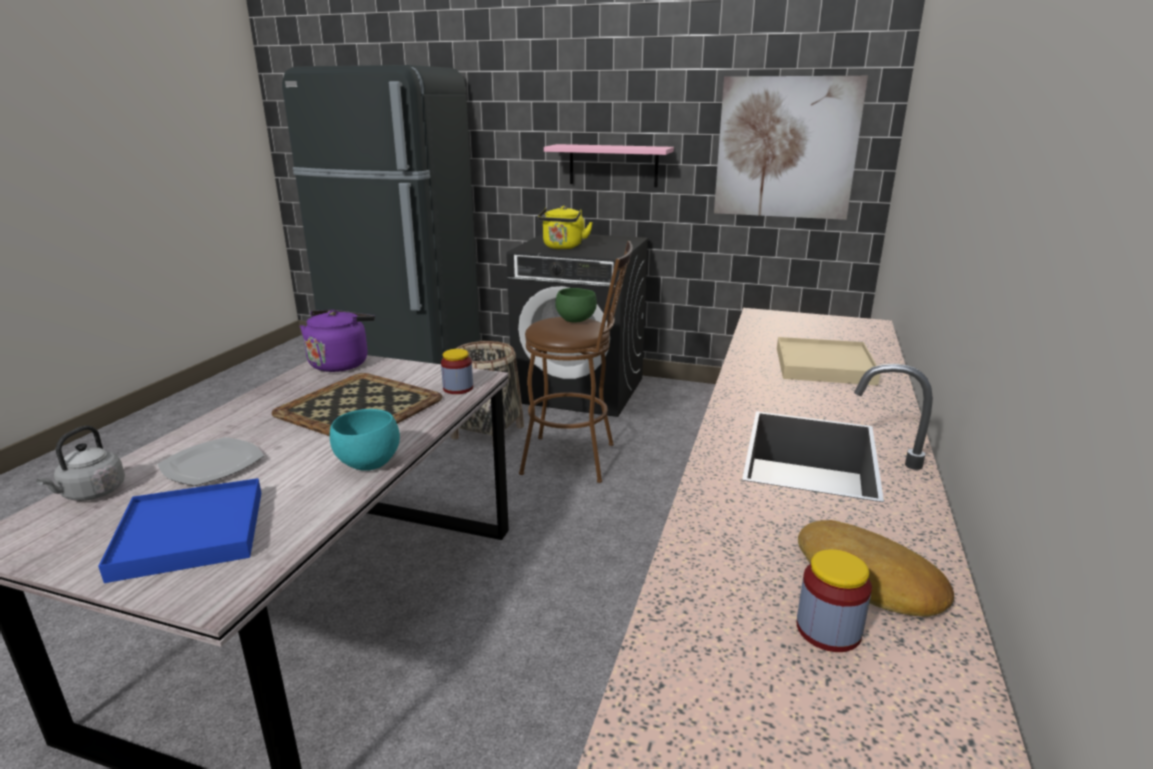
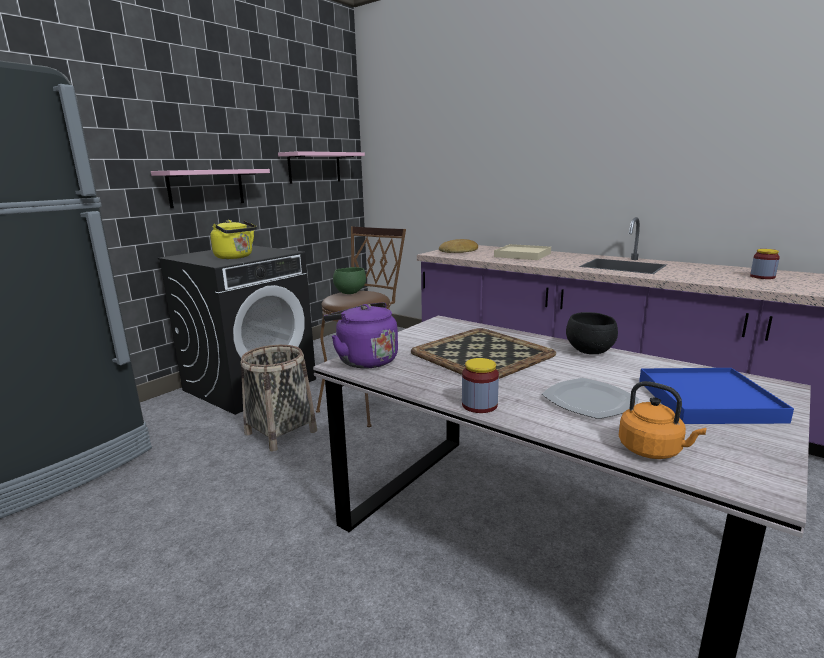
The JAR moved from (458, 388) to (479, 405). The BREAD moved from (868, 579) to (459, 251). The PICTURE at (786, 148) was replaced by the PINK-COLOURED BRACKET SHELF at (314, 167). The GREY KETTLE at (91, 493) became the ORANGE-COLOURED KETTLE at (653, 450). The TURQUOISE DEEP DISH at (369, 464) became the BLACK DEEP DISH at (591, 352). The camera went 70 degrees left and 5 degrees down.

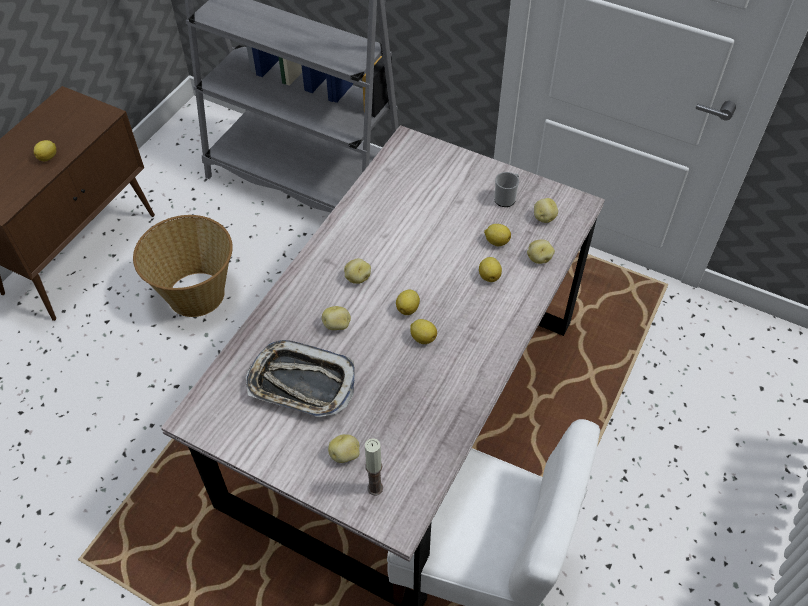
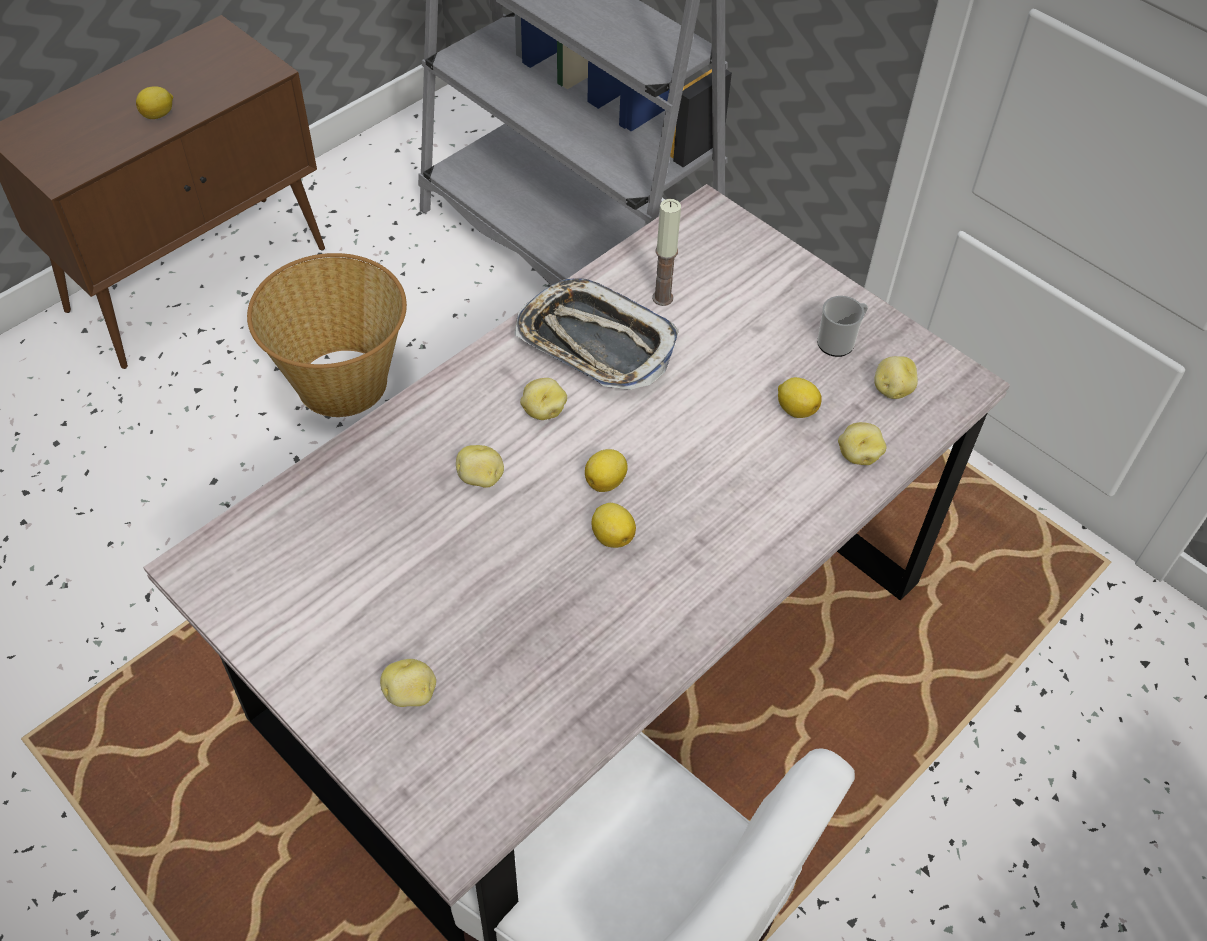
The WHOLE LEMON at (489, 276) disappeared. The TRAY moved from (301, 383) to (595, 343). The CANDLE moved from (375, 488) to (662, 298). The camera went 15 degrees right and 0 degrees up.

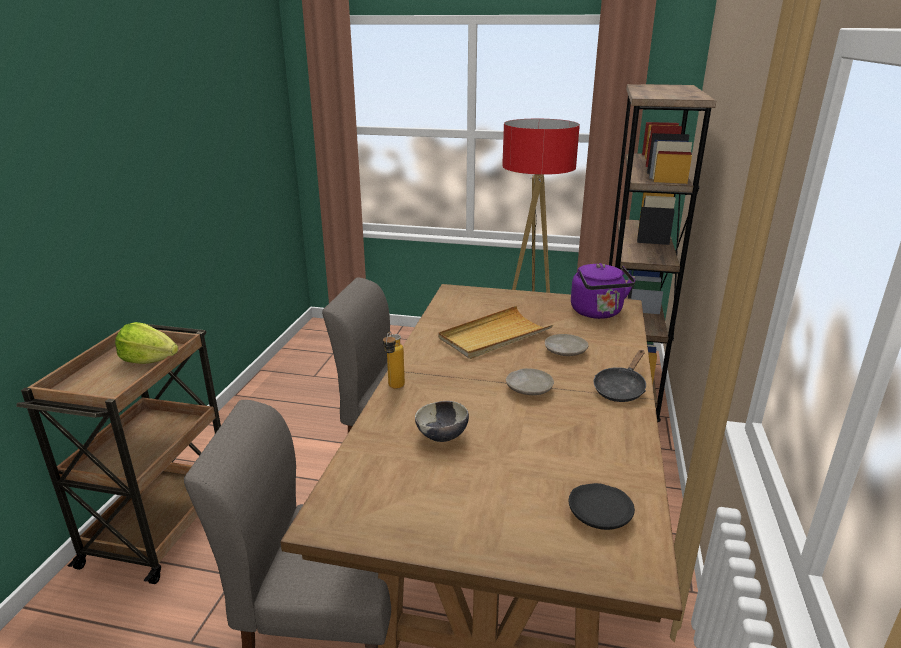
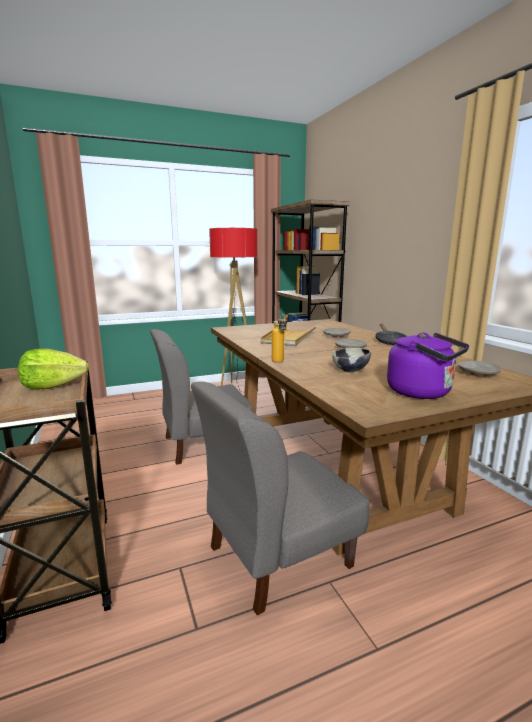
The PURPLE-COLOURED KETTLE moved from (598, 313) to (423, 393). The BLACK DINNER PLATE at (600, 514) became the BEIGE-COLOURED DINNER PLATE at (478, 373). The camera went 35 degrees left and 10 degrees down.

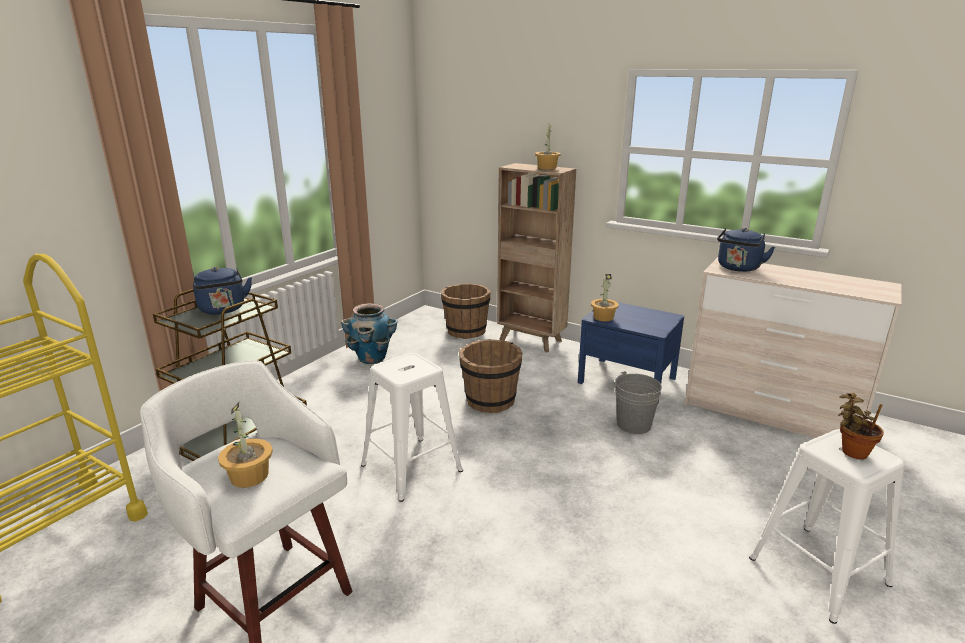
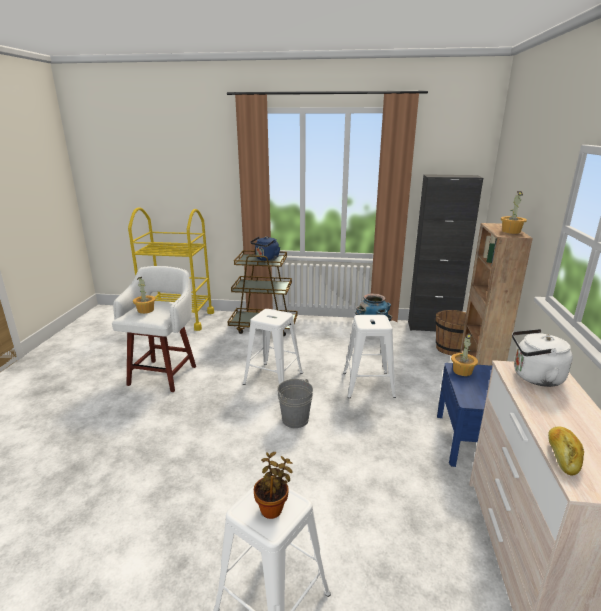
The BLACK STORAGE CABINET at (432, 327) appeared. The BREAD at (563, 456) appeared. The GREY PAIL moved from (633, 424) to (295, 419). The BROWN-COLOURED PAIL at (490, 401) was replaced by the WHITISH SITTING STOOL at (367, 384). The BLUE-COLOURED KETTLE at (738, 268) became the WHITISH KETTLE at (534, 377). The camera went 65 degrees right and 0 degrees up.

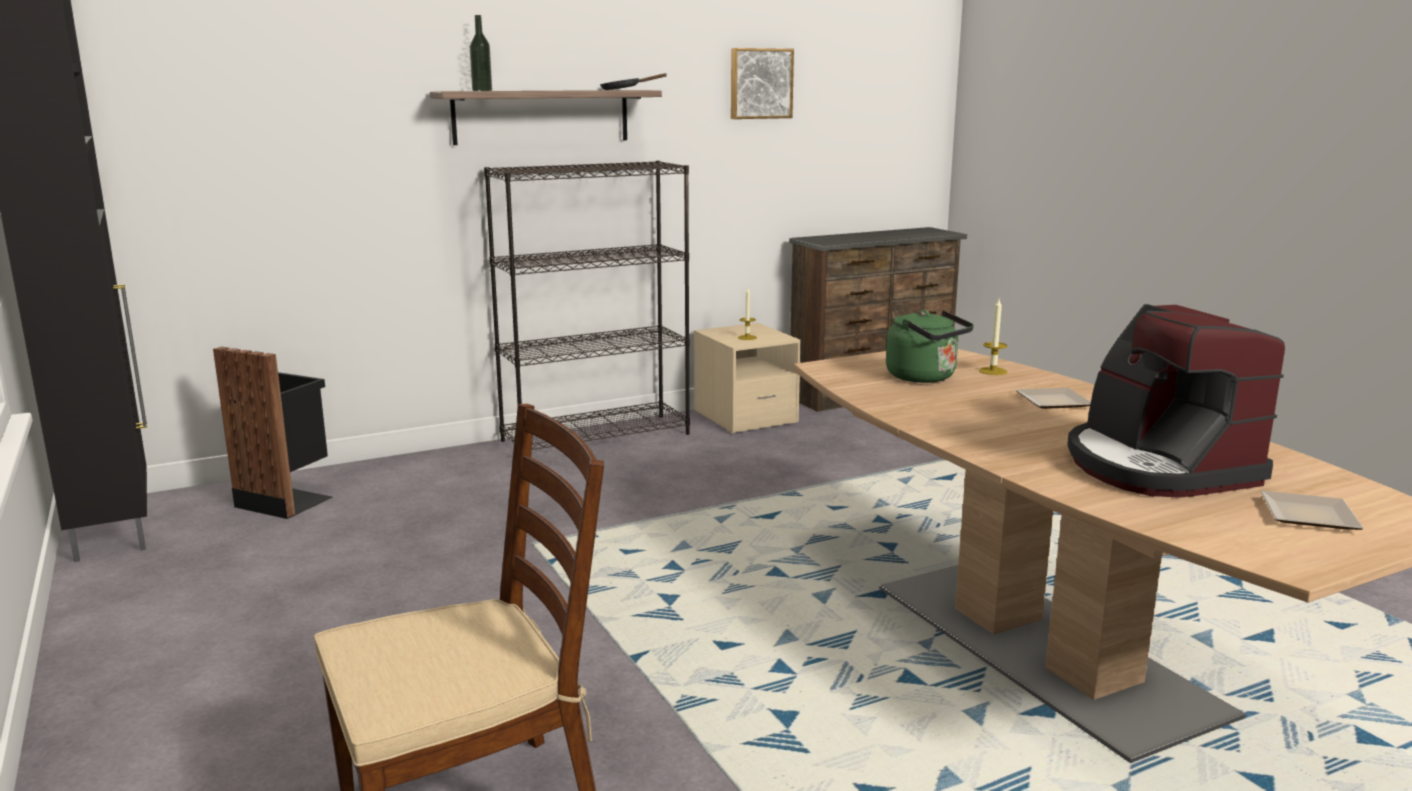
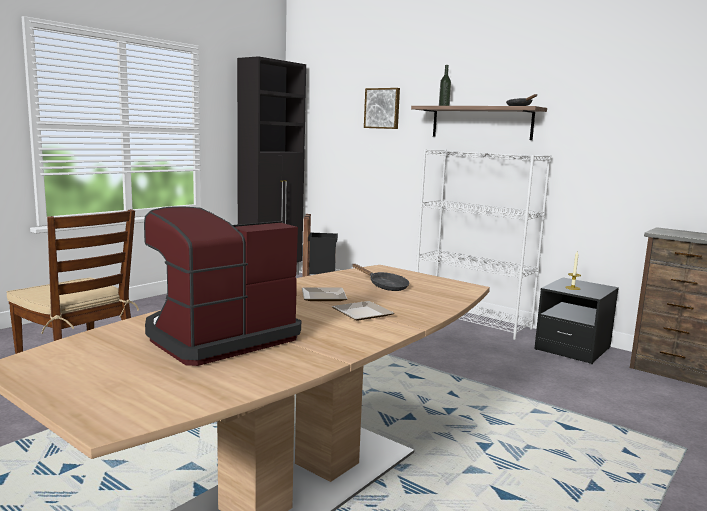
The CANDLE at (993, 371) disappeared. The PICTURE moved from (760, 83) to (382, 108). The DINNER PLATE moved from (1306, 516) to (322, 296). The GREEN-COLOURED KETTLE at (925, 377) was replaced by the BLACK PAN at (385, 286). The BLACK BOOKSHELF at (597, 437) became the WHITISH BOOKSHELF at (472, 321). The BEIGE-COLOURED BEDSIDE TABLE at (745, 417) became the BLACK BEDSIDE TABLE at (572, 349). The camera went 65 degrees right and 5 degrees down.

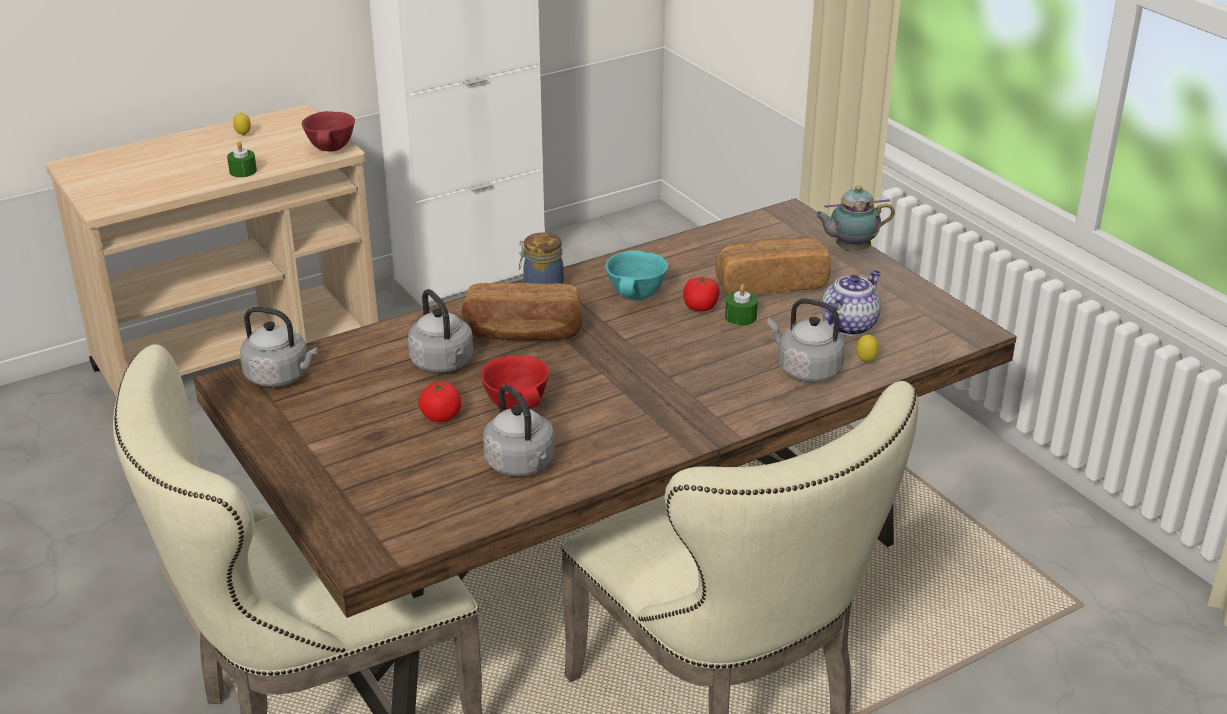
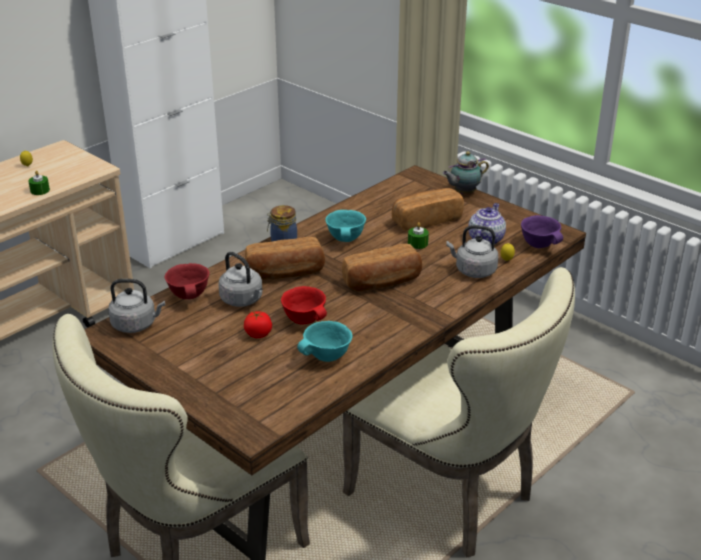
The FRESH TOMATO at (700, 307) disappeared. The BREAD at (382, 282) appeared. The PURPLE-COLOURED DEEP DISH at (540, 245) appeared. The RED-COLOURED DEEP DISH moved from (331, 149) to (190, 296). The GREY KETTLE at (522, 465) was replaced by the TURQUOISE DEEP DISH at (327, 357). The camera went 15 degrees left and 0 degrees up.

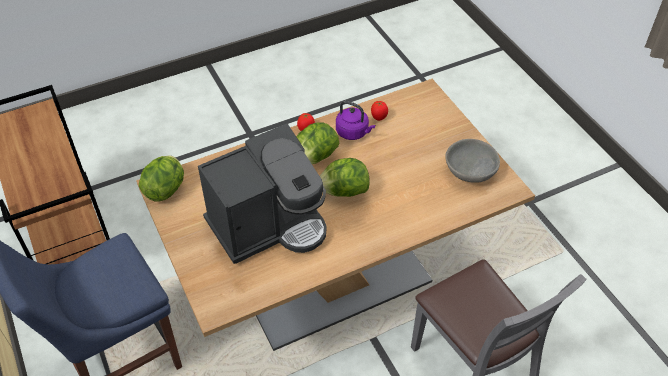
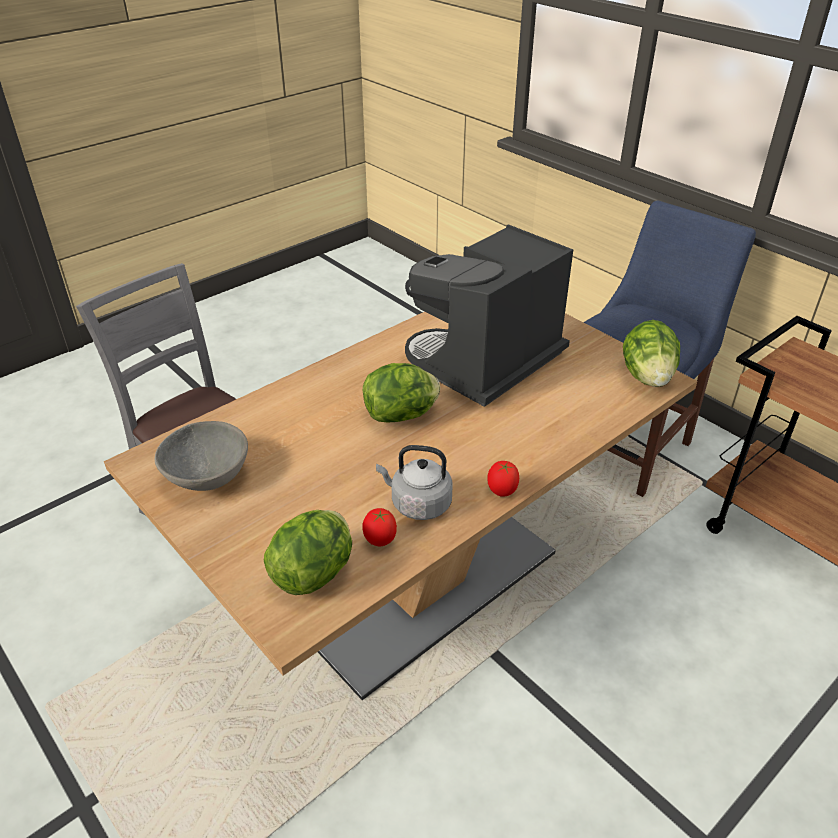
The LETTUCE moved from (315, 157) to (314, 572). The PURPLE-COLOURED KETTLE at (353, 132) became the GREY KETTLE at (418, 504). The camera went 165 degrees right and 10 degrees down.

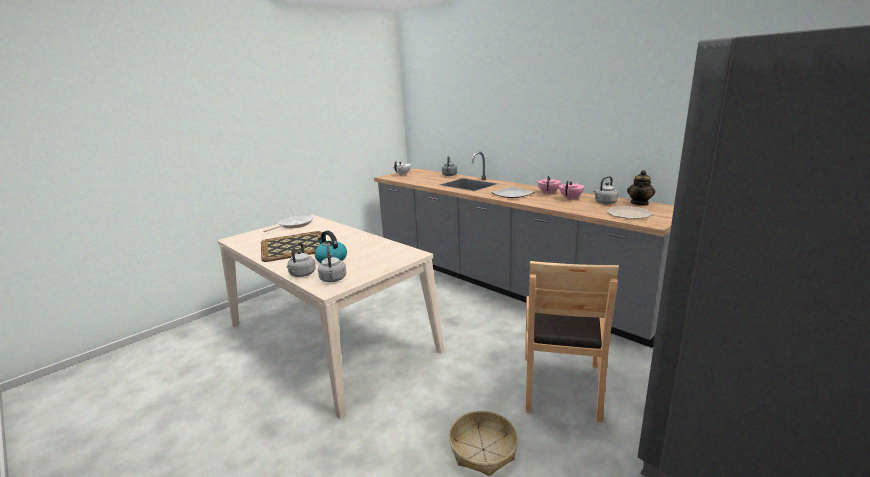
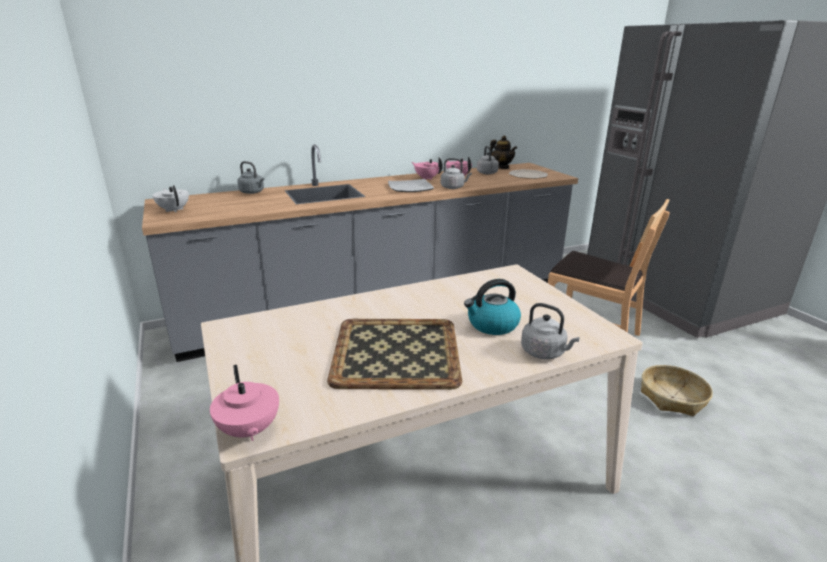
The PAN at (294, 225) disappeared. The PINK-COLOURED TEAPOT at (248, 431) appeared. The GREY KETTLE moved from (333, 280) to (453, 187). The camera went 70 degrees left and 5 degrees up.

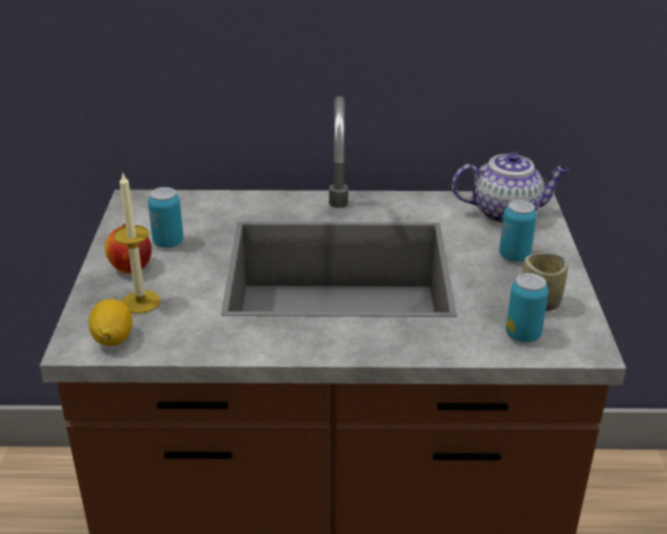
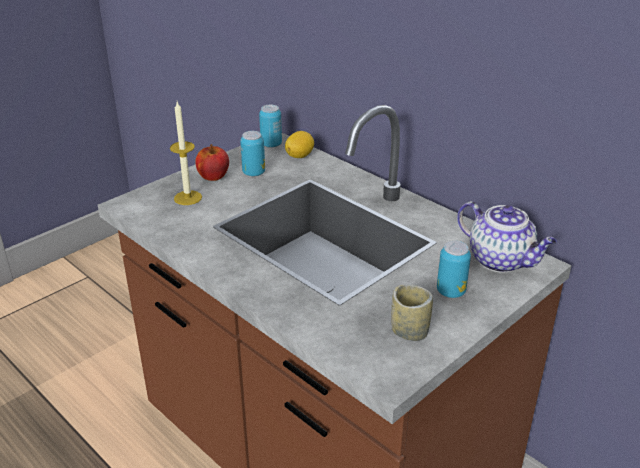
The WHOLE LEMON moved from (113, 338) to (299, 155). The METAL CAN moved from (523, 335) to (271, 144). The camera went 45 degrees right and 0 degrees up.

